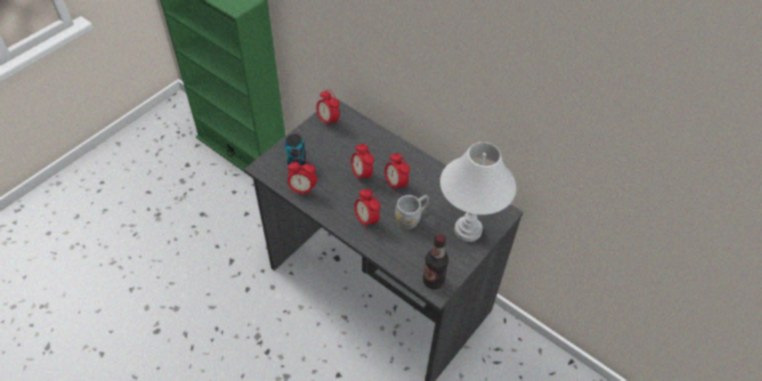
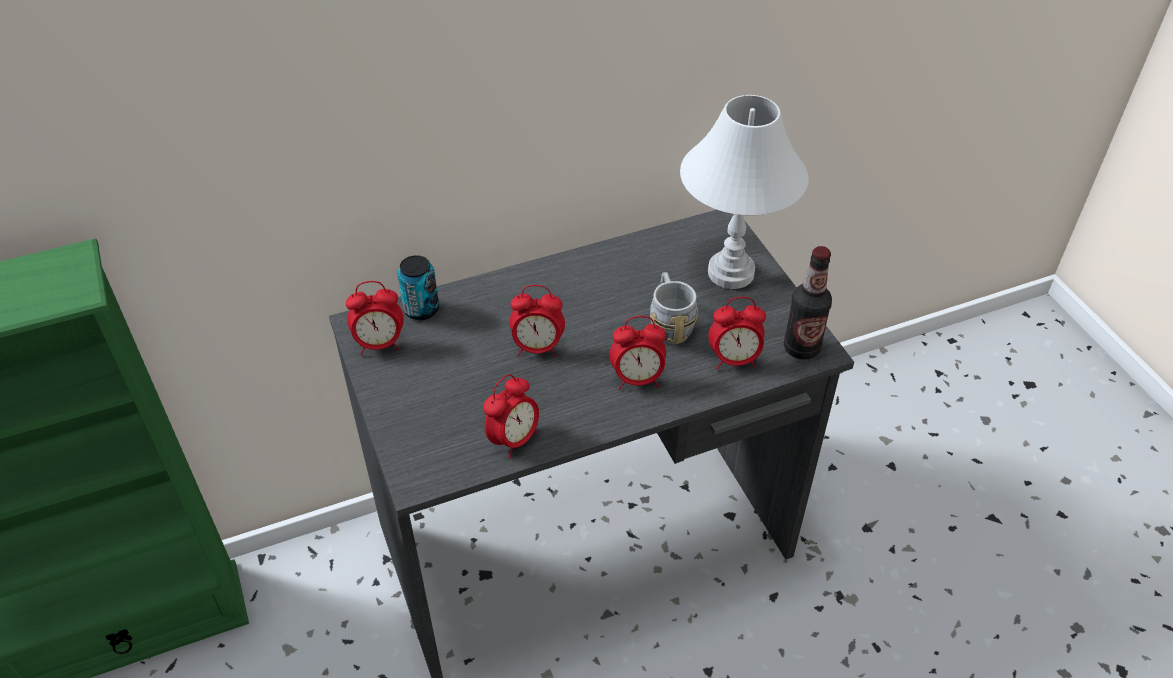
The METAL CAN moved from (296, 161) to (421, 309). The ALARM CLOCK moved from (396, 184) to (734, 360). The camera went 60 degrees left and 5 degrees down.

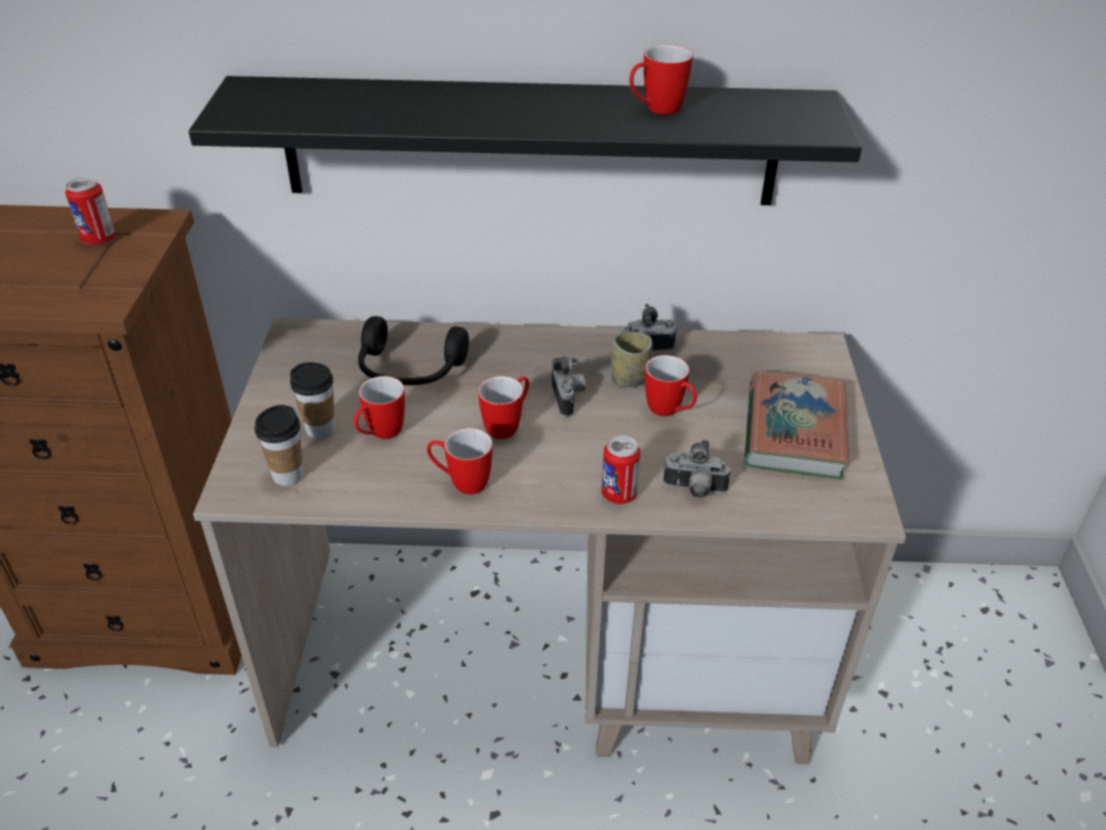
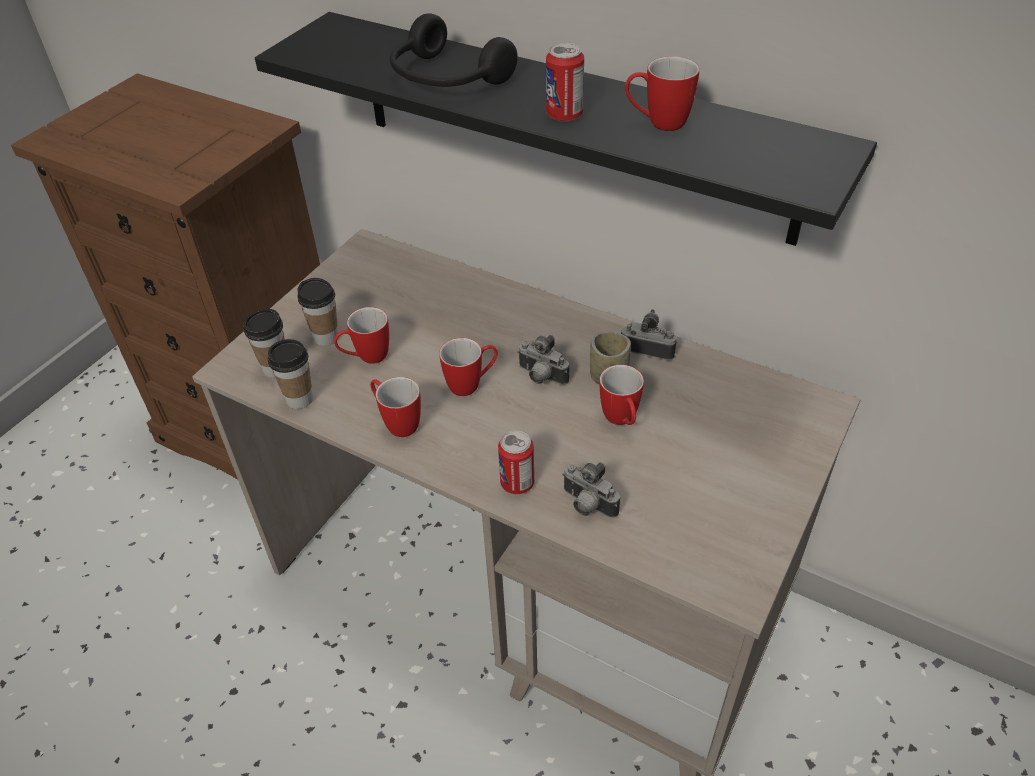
The BOUND BOOK at (794, 431) disappeared. The SMALL CUP at (299, 399) appeared. The METAL CAN moved from (99, 239) to (564, 115). The BLACK PAIR OF HEADPHONES moved from (409, 370) to (445, 79). The STILL CAMERA at (568, 398) turned 105 degrees clockwise. The camera went 30 degrees right and 5 degrees up.

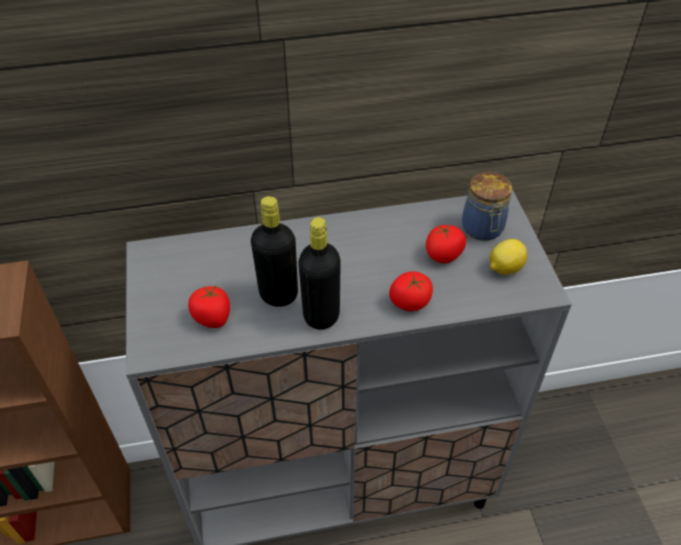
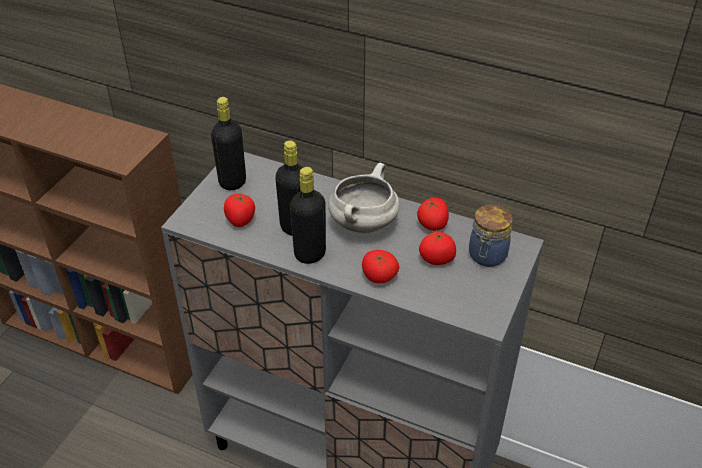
The WHOLE LEMON at (504, 268) disappeared. The BLACK DRINK BOTTLE at (232, 182) appeared. The WHITISH STOCKPOT at (363, 223) appeared. The FRESH TOMATO at (432, 224) appeared. The camera went 35 degrees right and 5 degrees down.

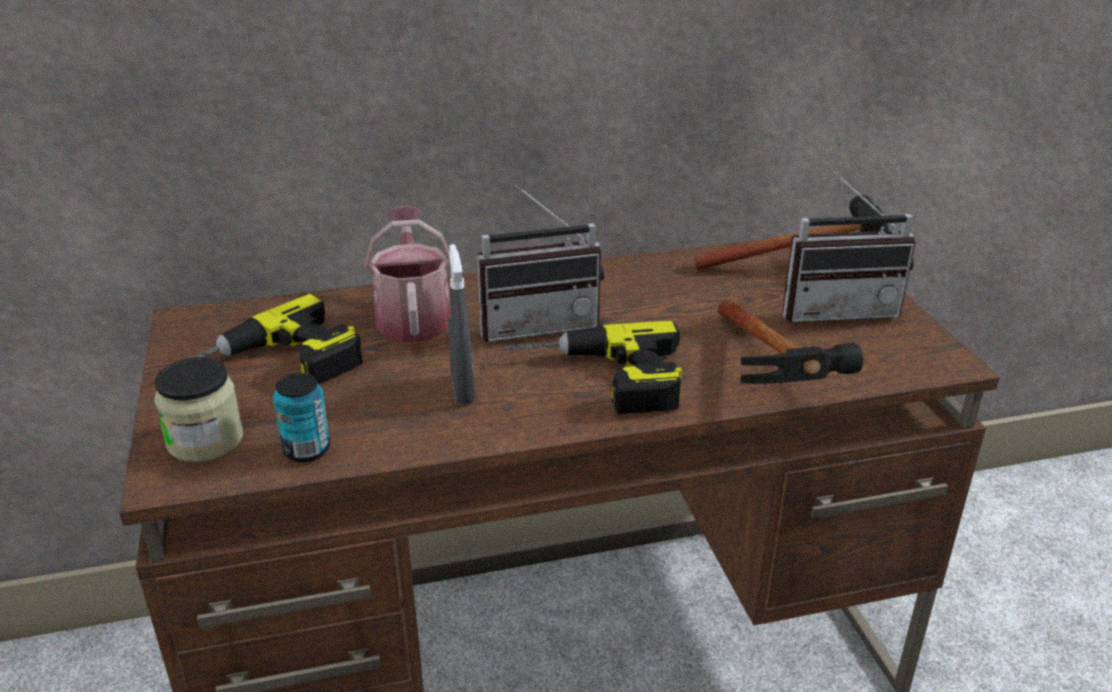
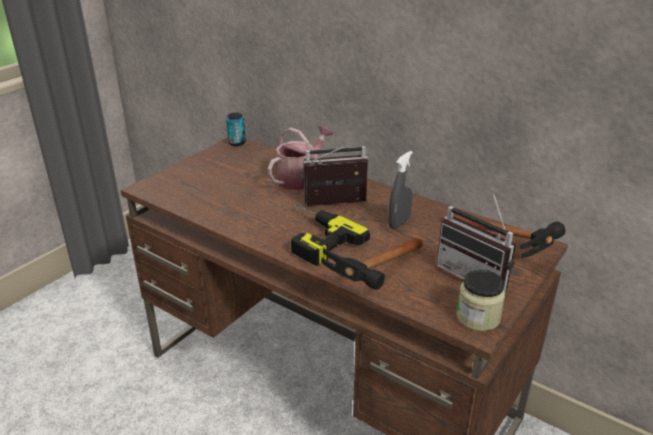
The ELECTRIC DRILL at (273, 366) disappeared. The JAR moved from (205, 440) to (478, 317). The METAL CAN moved from (307, 450) to (237, 143). The GREY SPRAYER moved from (462, 390) to (399, 223). The RADIO SET at (538, 324) turned 135 degrees clockwise. The camera went 50 degrees right and 0 degrees up.

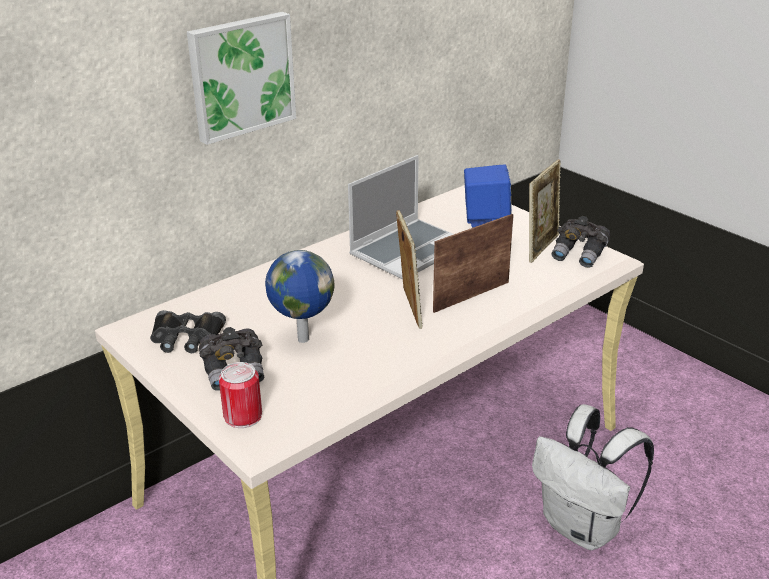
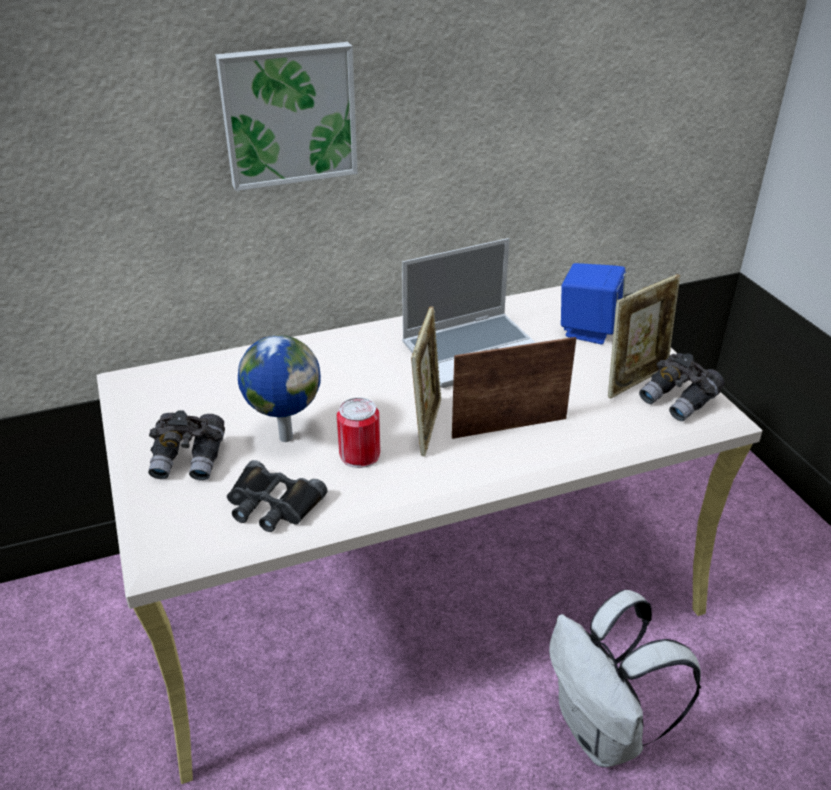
The BLACK BINOCULARS moved from (186, 338) to (272, 505). The METAL CAN moved from (243, 416) to (360, 455). The camera went 20 degrees right and 5 degrees up.

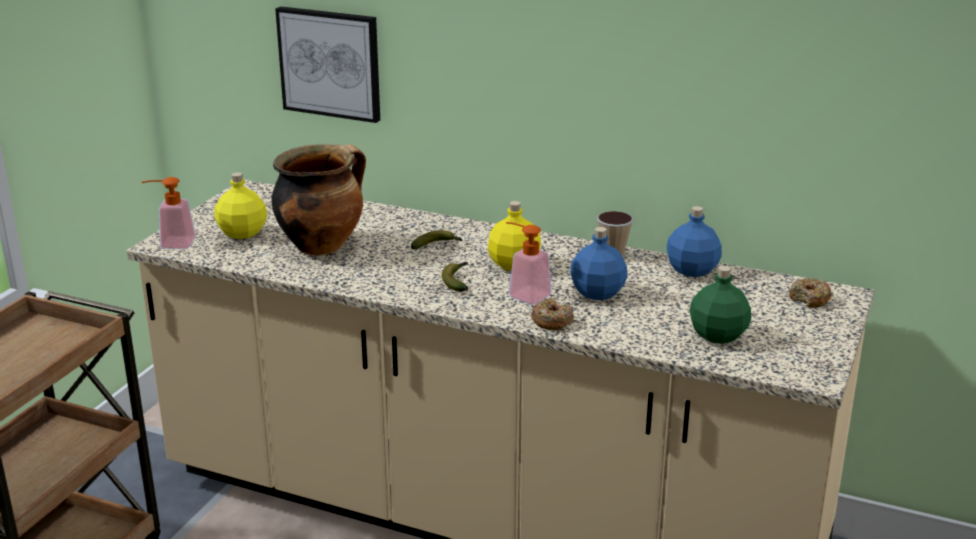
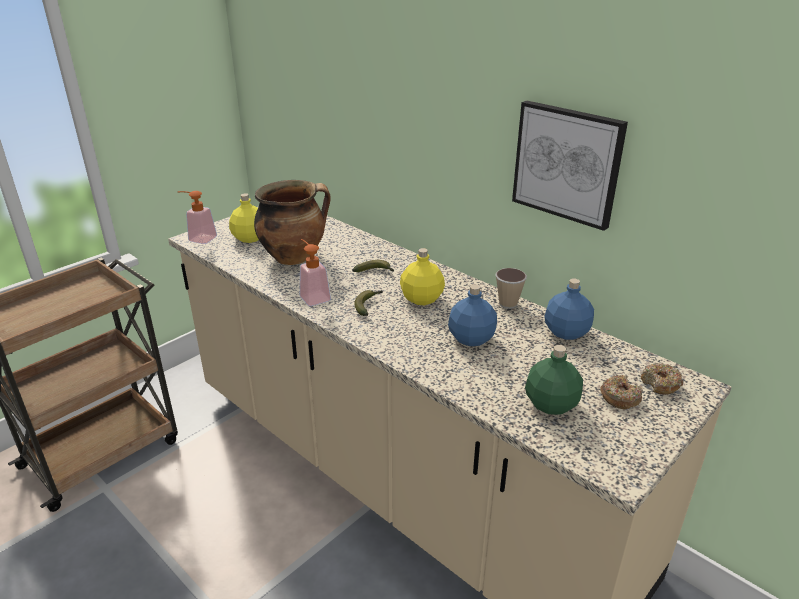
The PICTURE moved from (330, 63) to (567, 163). The SOAP BOTTLE moved from (524, 294) to (313, 296). The DONUT moved from (552, 321) to (620, 397). The camera went 20 degrees right and 5 degrees up.

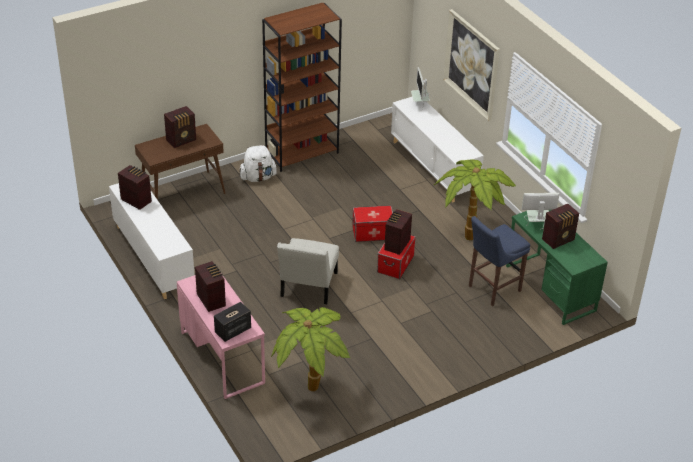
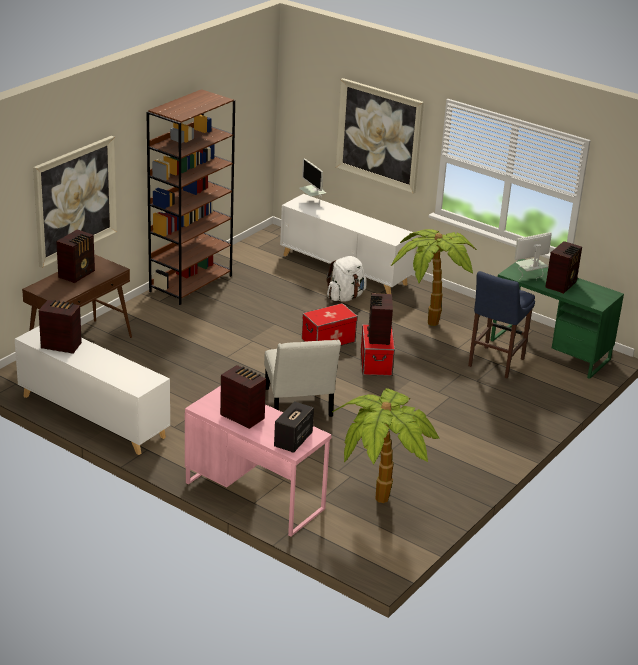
The PICTURE at (75, 200) appeared. The WHITISH RUCKSACK moved from (258, 177) to (345, 297). The camera went 25 degrees left and 10 degrees down.

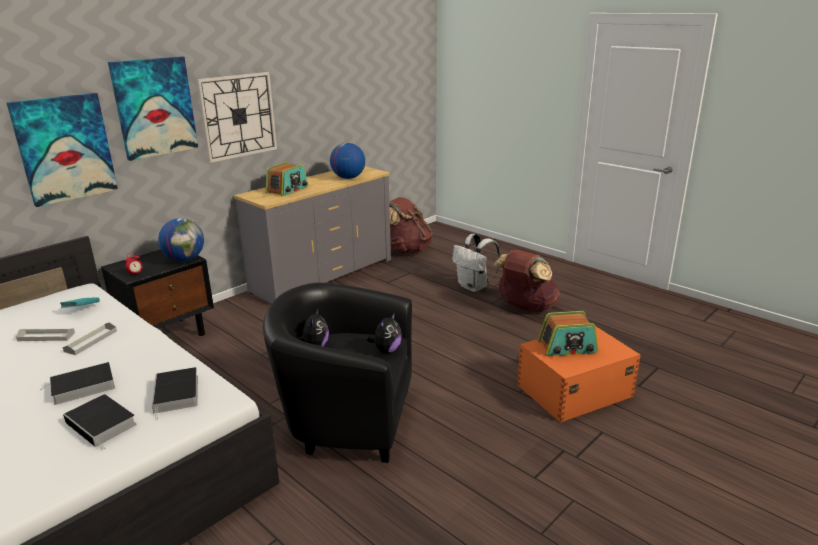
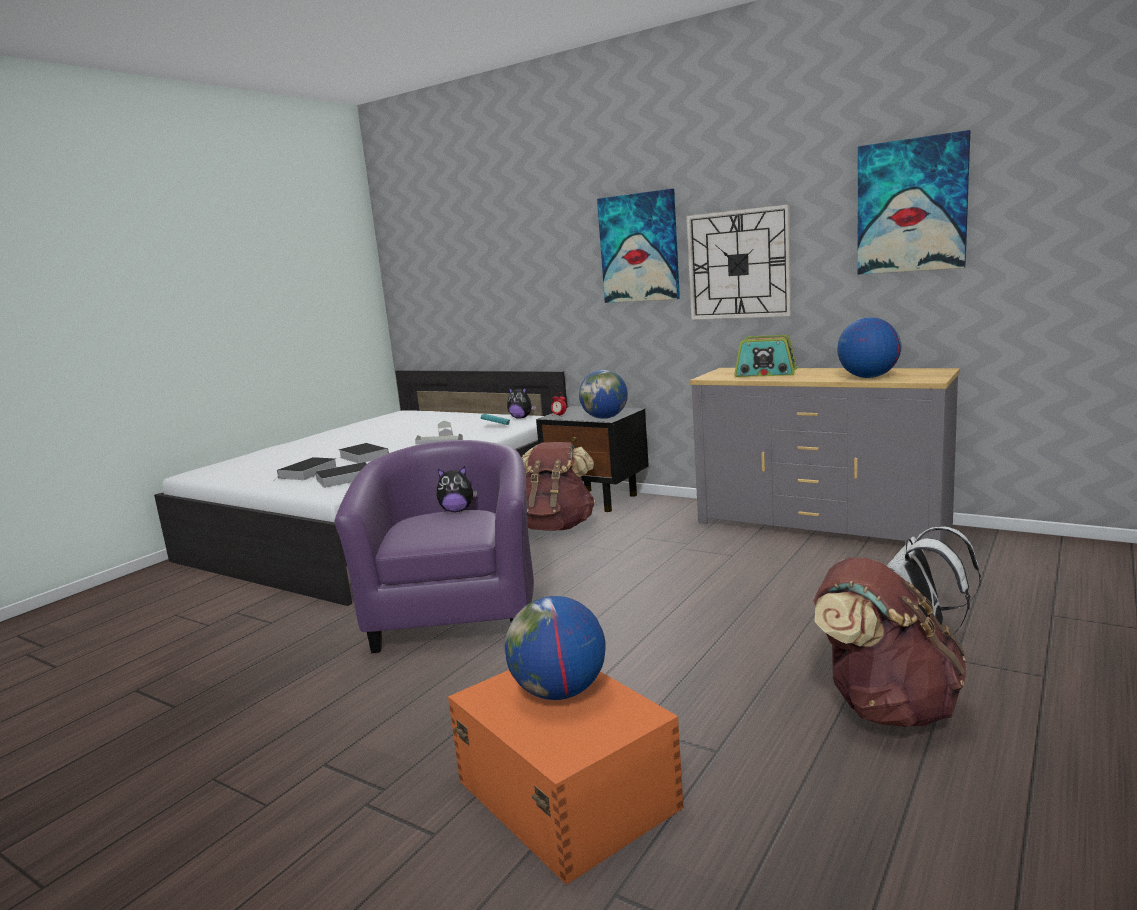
The PICTURE moved from (65, 148) to (911, 206). The PLUSH TOY moved from (386, 350) to (521, 418). The BROWN-COLOURED RUCKSACK moved from (406, 250) to (556, 527). The RADIO SET at (567, 347) was replaced by the GLOBE at (559, 692). The BLACK LOUNGE CHAIR at (346, 419) became the PURPLE-COLOURED LOUNGE CHAIR at (456, 614). The camera went 80 degrees right and 10 degrees down.

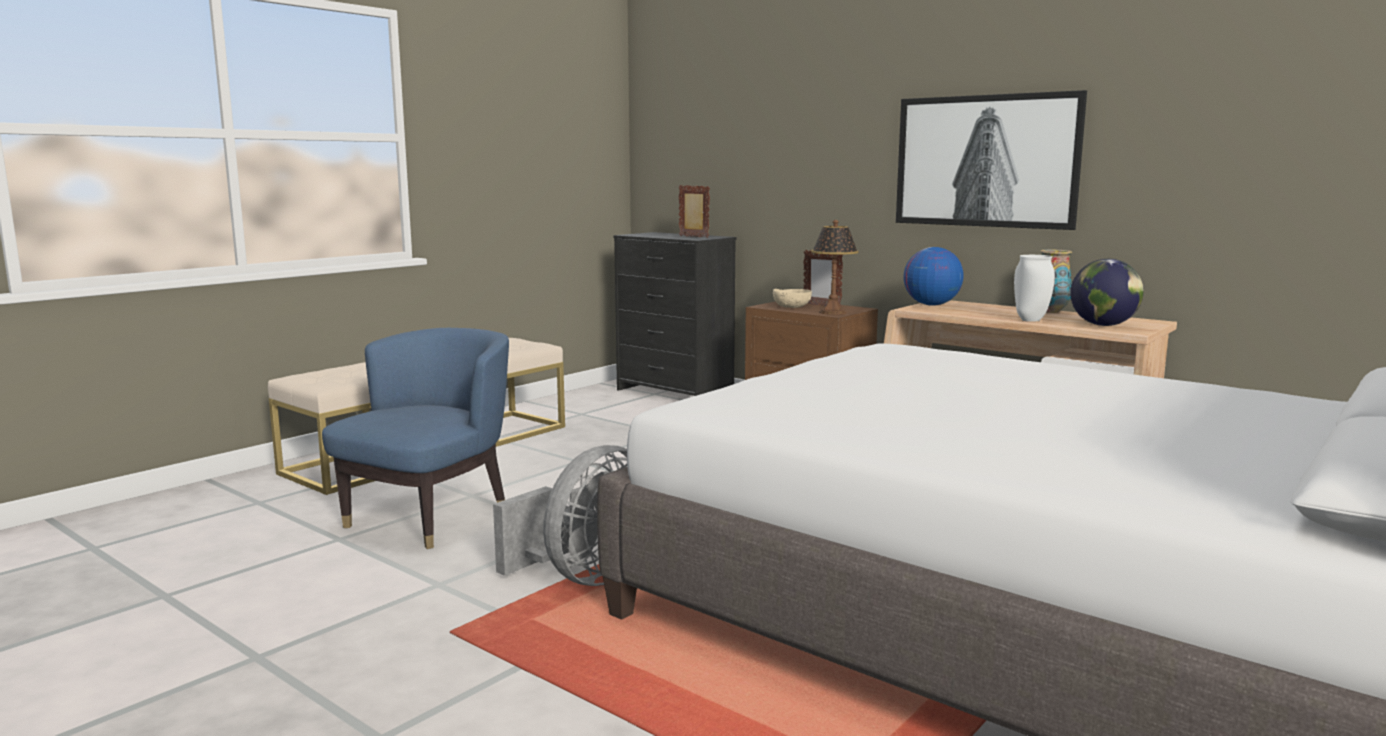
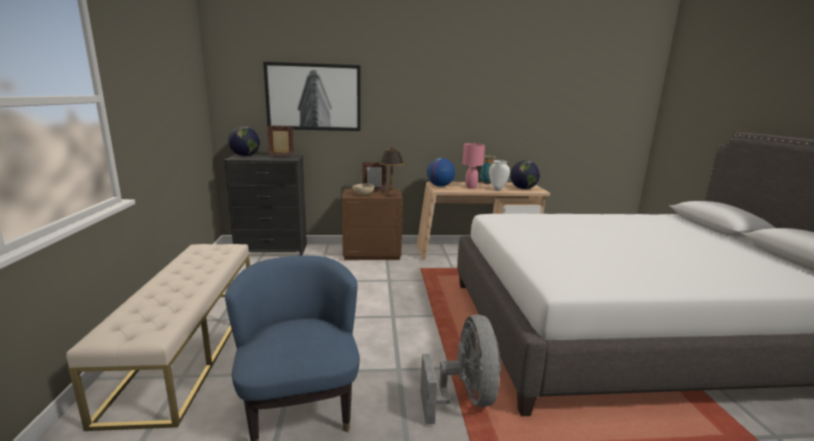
The GLOBE at (245, 156) appeared. The PINK-COLOURED TABLETOP LAMP at (471, 187) appeared. The PICTURE moved from (985, 161) to (313, 97). The camera went 45 degrees left and 5 degrees up.

